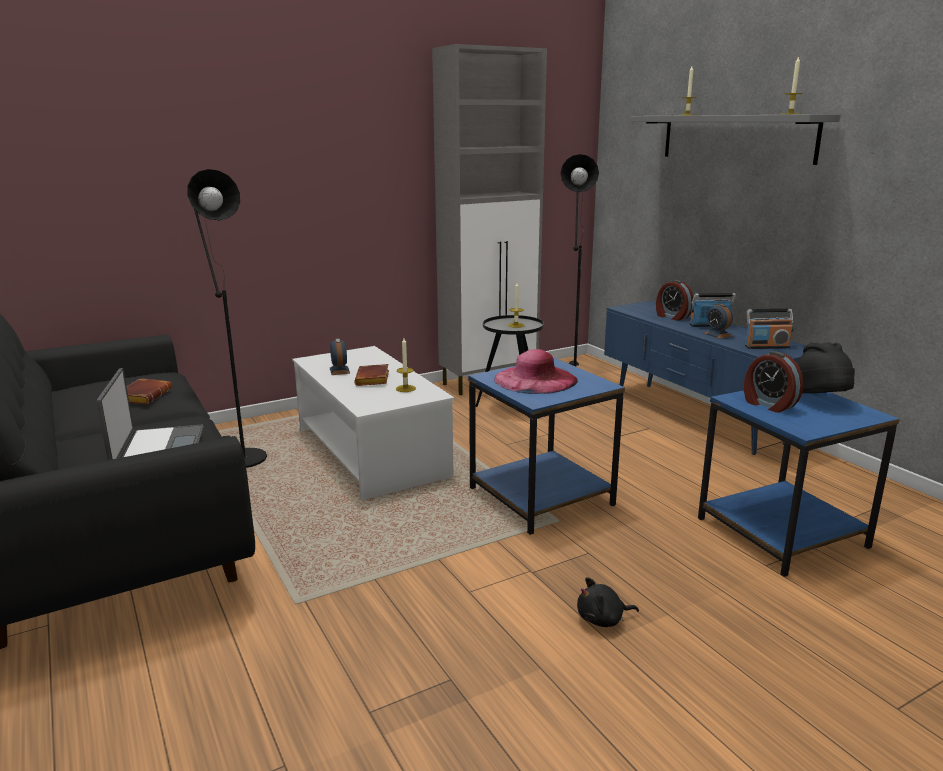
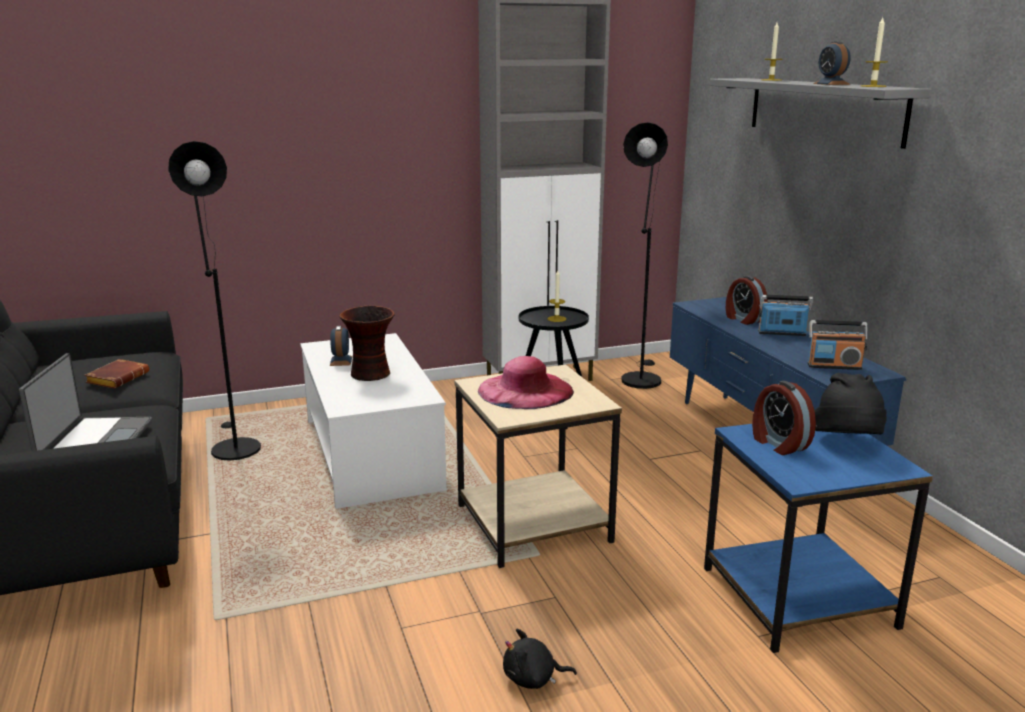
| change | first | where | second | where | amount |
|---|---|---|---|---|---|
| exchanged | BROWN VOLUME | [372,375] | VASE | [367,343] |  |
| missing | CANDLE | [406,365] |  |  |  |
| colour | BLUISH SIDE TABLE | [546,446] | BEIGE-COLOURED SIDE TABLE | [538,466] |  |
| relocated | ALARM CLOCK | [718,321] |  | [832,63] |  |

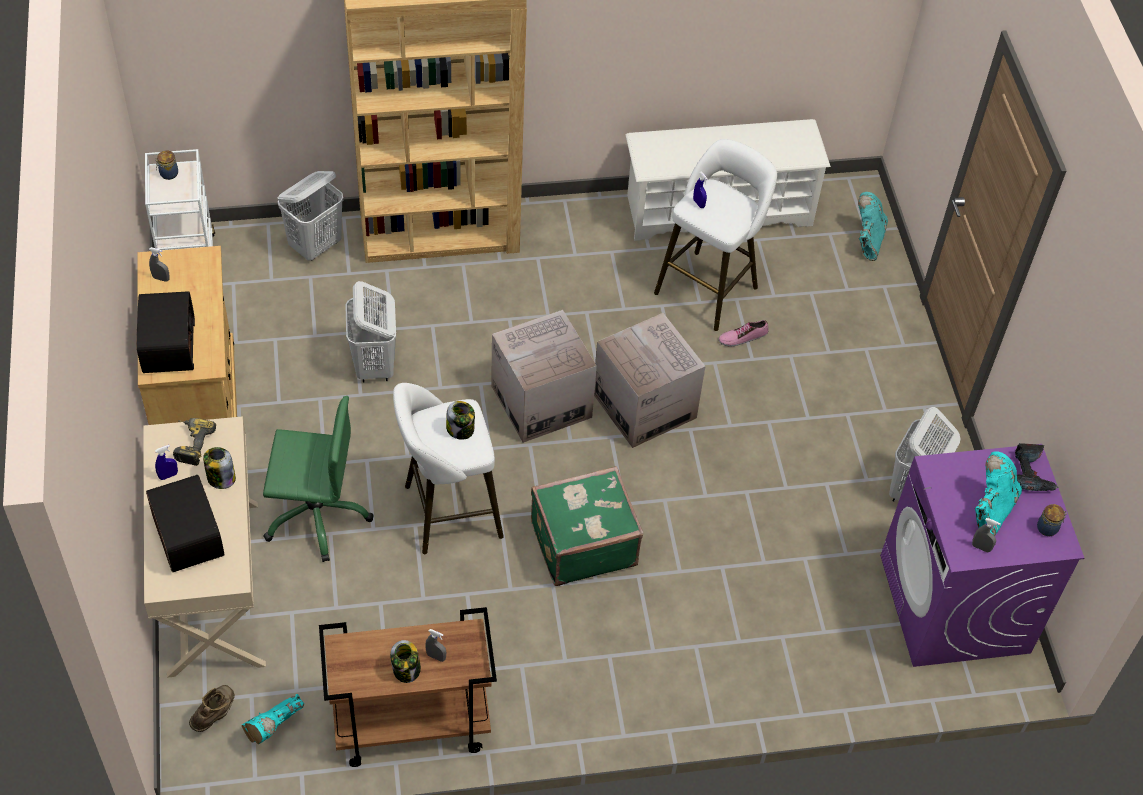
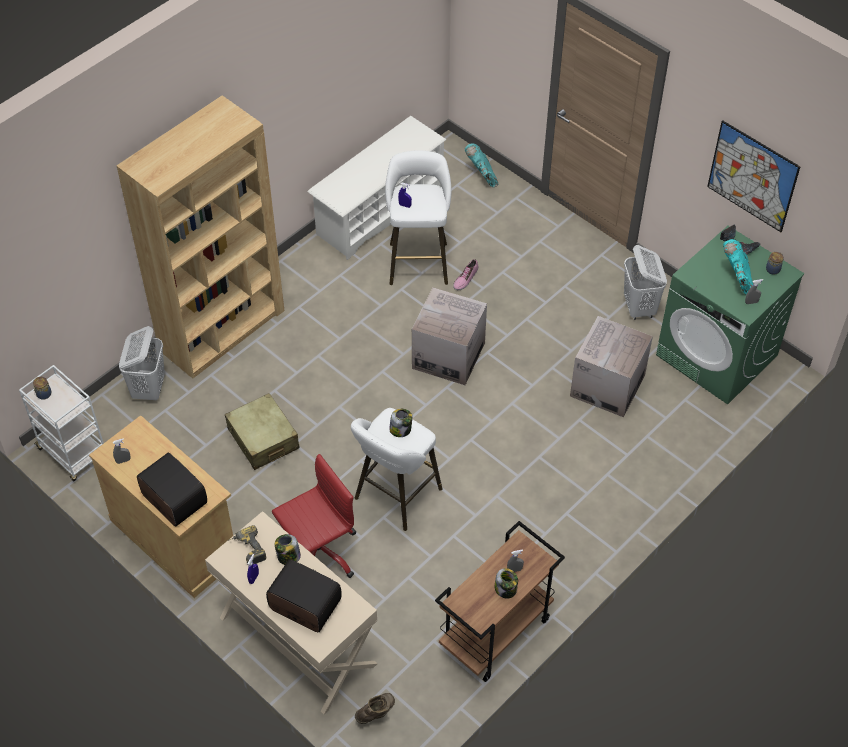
| change | first | where | second | where | amount |
|---|---|---|---|---|---|
| spun | BROWN BOOT | [212,708] |  | [375,708] | 60 degrees clockwise |
| missing | BLUE-GREEN BOOT | [273,719] |  |  |  |
| colour | GREEN DESK CHAIR | [318,479] | RED-COLOURED DESK CHAIR | [314,516] |  |
| exchanged | WHITISH HAMPER | [370,332] | BEIGE-COLOURED TRAVEL CASE | [262,431] |  |
| relocated | PACKING BOX | [544,376] |  | [611,366] |  |
| missing | GREEN TRAVEL CASE | [587,526] |  |  |  |
| colour | PURPLE LAUNDRY APPLIANCE | [982,555] | GREEN LAUNDRY APPLIANCE | [730,315] |  |
| appeared |  |  | WALL PICTURE | [754,176] |  |

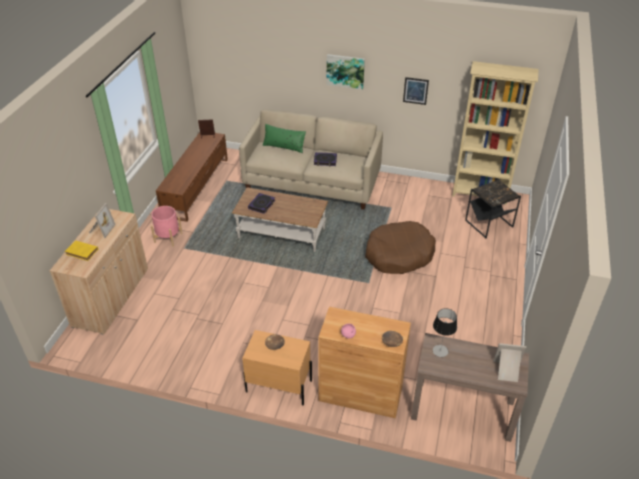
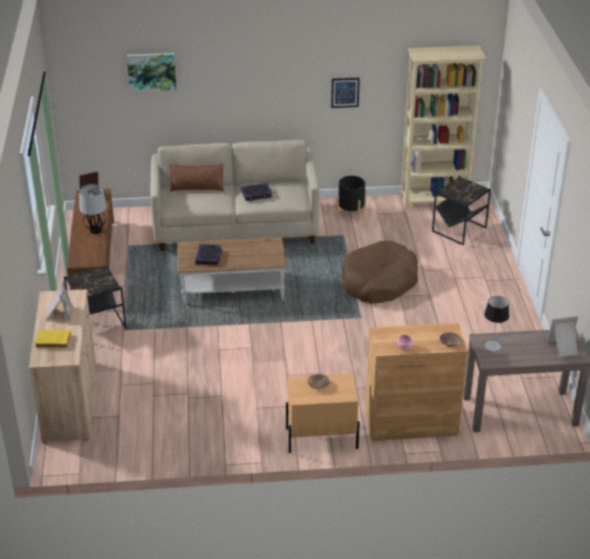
| change | first | where | second | where | amount |
|---|---|---|---|---|---|
| exchanged | PINKISH PLANT POT | [167,226] | BLACK-COLOURED SIDE TABLE | [95,297] |  |
| colour | GREEN THROW PILLOW | [284,138] | BROWN THROW PILLOW | [196,177] |  |
| relocated | WALL PICTURE | [346,72] |  | [151,72] |  |
| appeared |  |  | TABLETOP LAMP | [93,209] |  |
| appeared |  |  | BLACK-COLOURED PLANT POT | [351,198] |  |

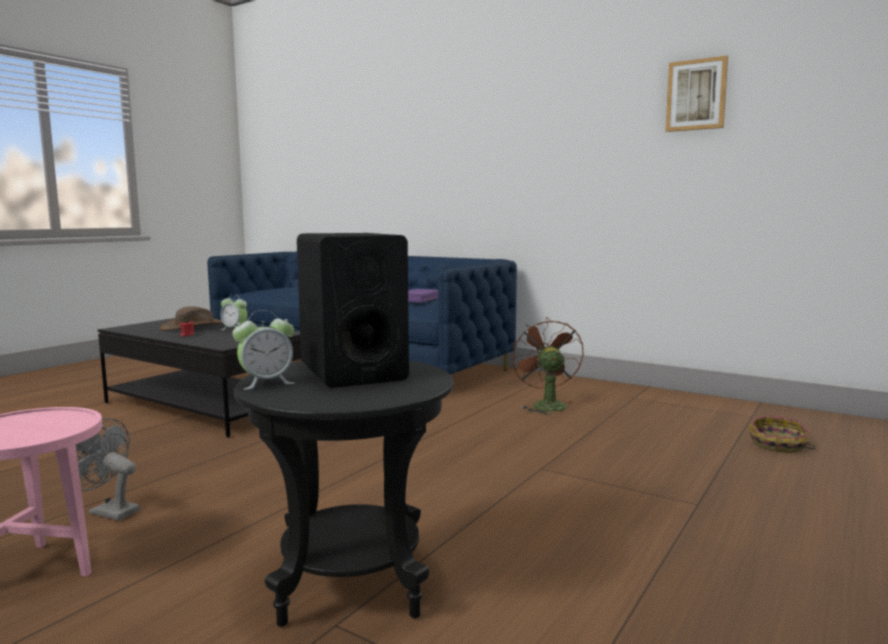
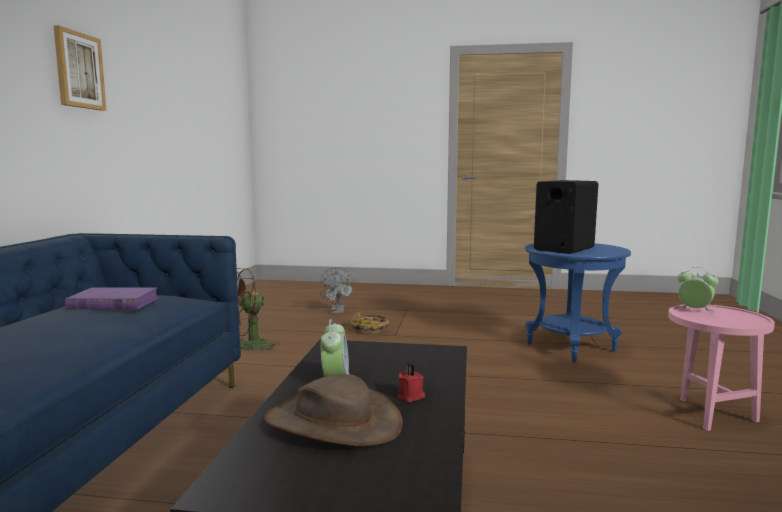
| change | first | where | second | where | amount |
|---|---|---|---|---|---|
| relocated | GRAY FAN | [108,469] |  | [336,290] |  |
| relocated | ALARM CLOCK | [263,350] |  | [698,289] |  |
| colour | BLACK-COLOURED SIDE TABLE | [343,493] | BLUISH SIDE TABLE | [578,302] |  |
| relocated | WALL PICTURE | [697,94] |  | [80,68] |  |
| relocated | STORAGE BASKET | [783,434] |  | [370,323] |  |

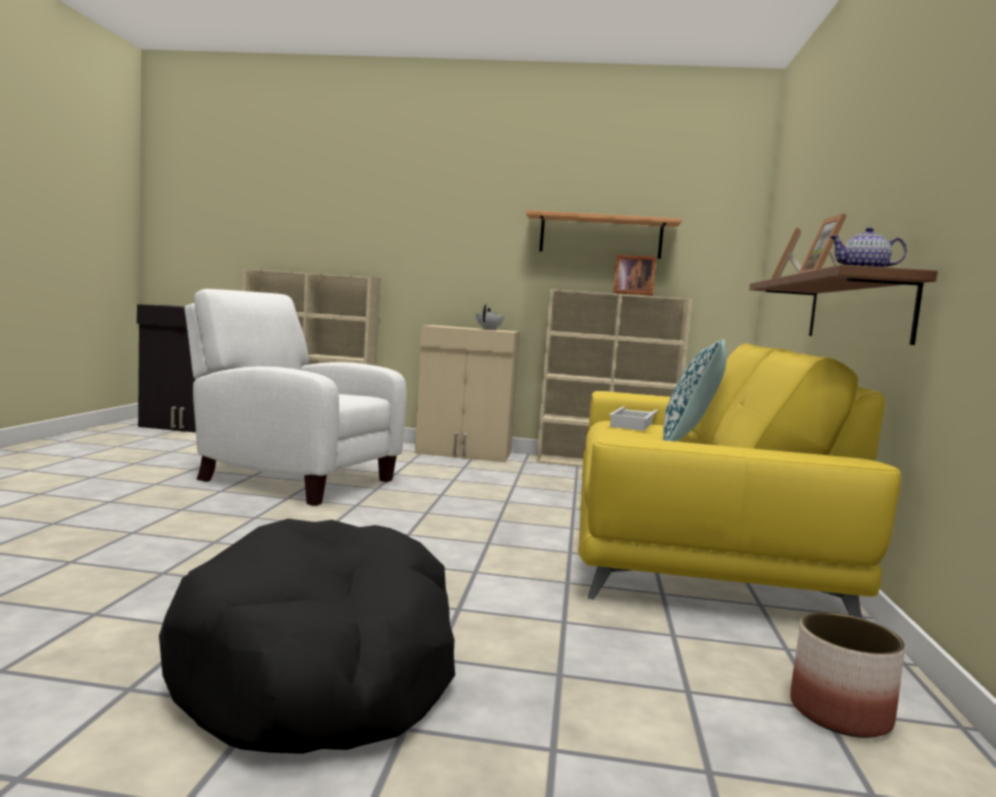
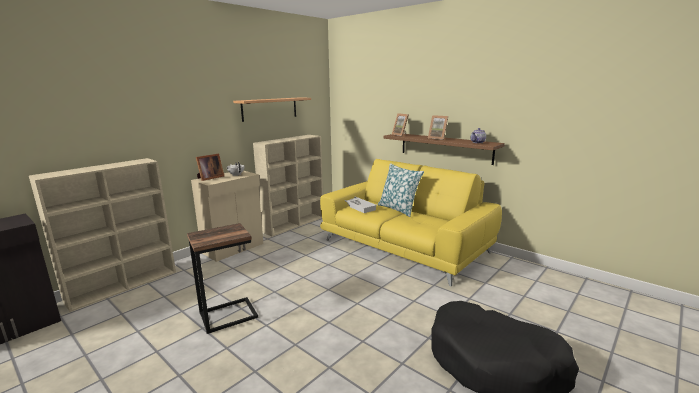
| change | first | where | second | where | amount |
|---|---|---|---|---|---|
| exchanged | WHITISH LOUNGE CHAIR | [296,397] | SIDE TABLE | [222,278] |  |
| relocated | STANDING FRAME | [634,275] |  | [210,167] |  |
| missing | PLANT POT | [847,675] |  |  |  |

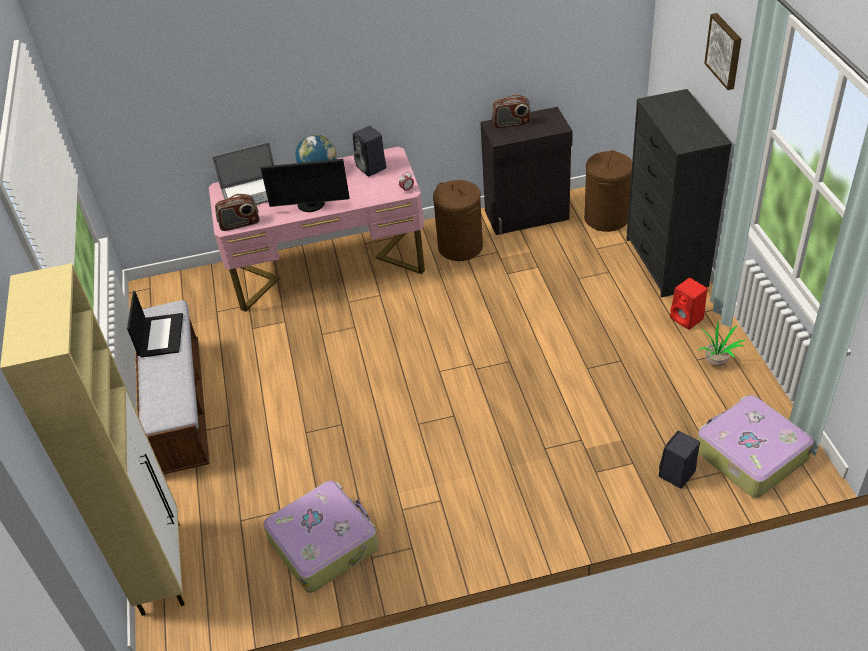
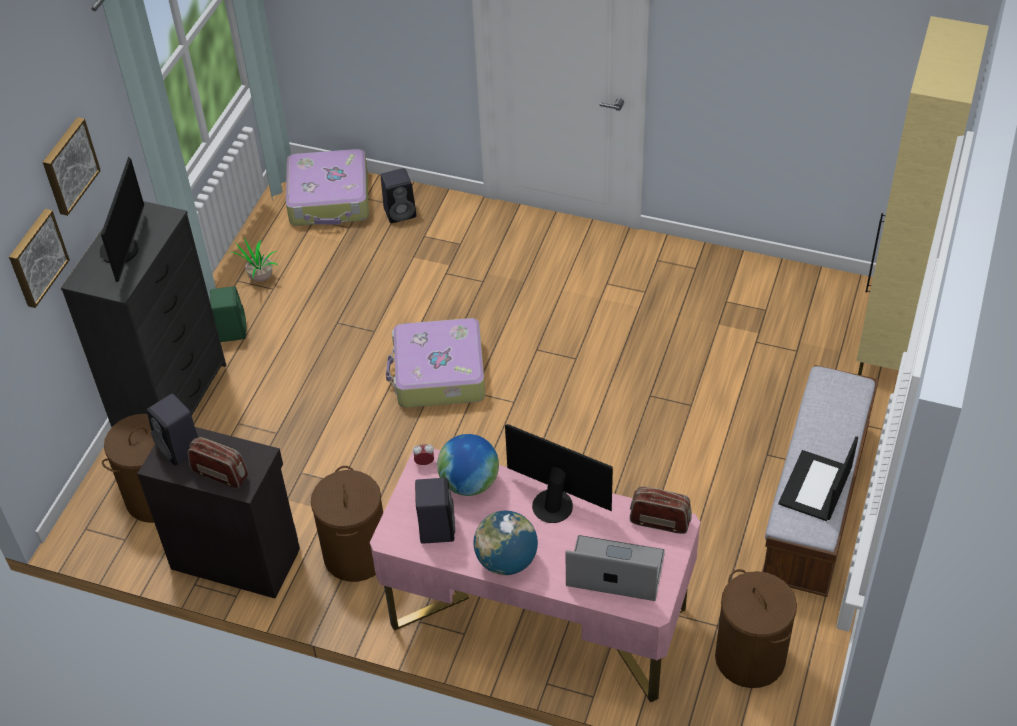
| change | first | where | second | where | amount |
|---|---|---|---|---|---|
| relocated | TRAVEL CASE | [320,537] |  | [435,363] |  |
| colour | RED-COLOURED AUDIO SPEAKER | [688,304] | GREEN AUDIO SPEAKER | [228,314] |  |
| appeared |  |  | WALL PICTURE | [39,258] |  |
| appeared |  |  | COMPUTER SCREEN | [121,219] |  |
| appeared |  |  | BLACK-COLOURED AUDIO SPEAKER | [172,430] |  |
| appeared |  |  | WORLD GLOBE | [468,465] |  |
| appeared |  |  | BROWN HAMPER | [756,628] |  |

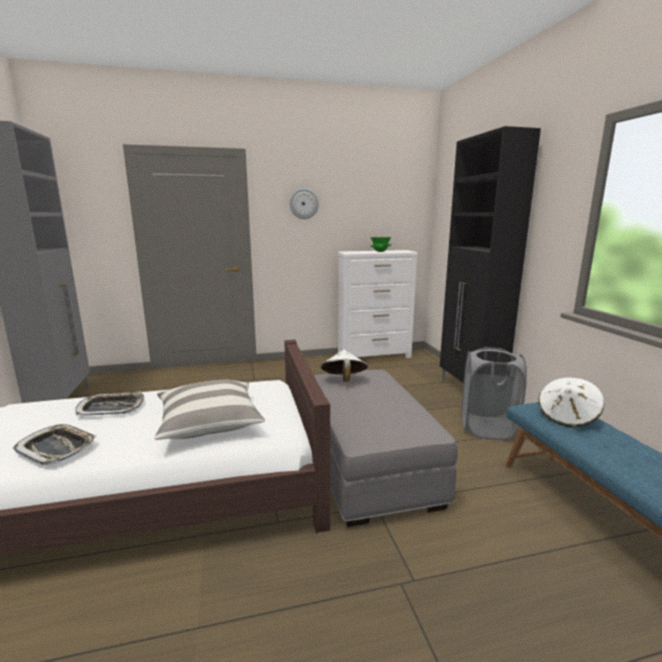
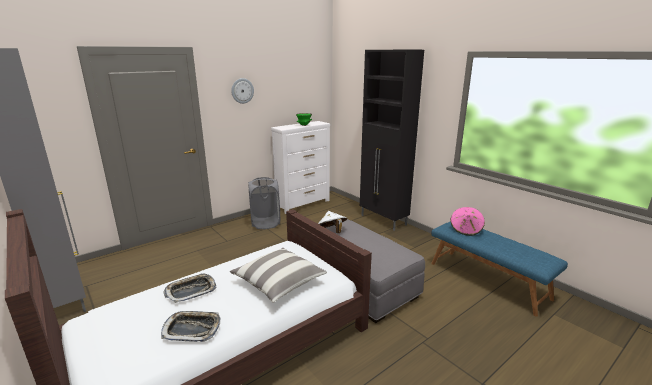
| change | first | where | second | where | amount |
|---|---|---|---|---|---|
| relocated | GRAY HAMPER | [494,393] |  | [264,203] |  |
| colour | WHITISH WEARABLE HAT | [571,403] | PINKISH WEARABLE HAT | [467,221] |  |

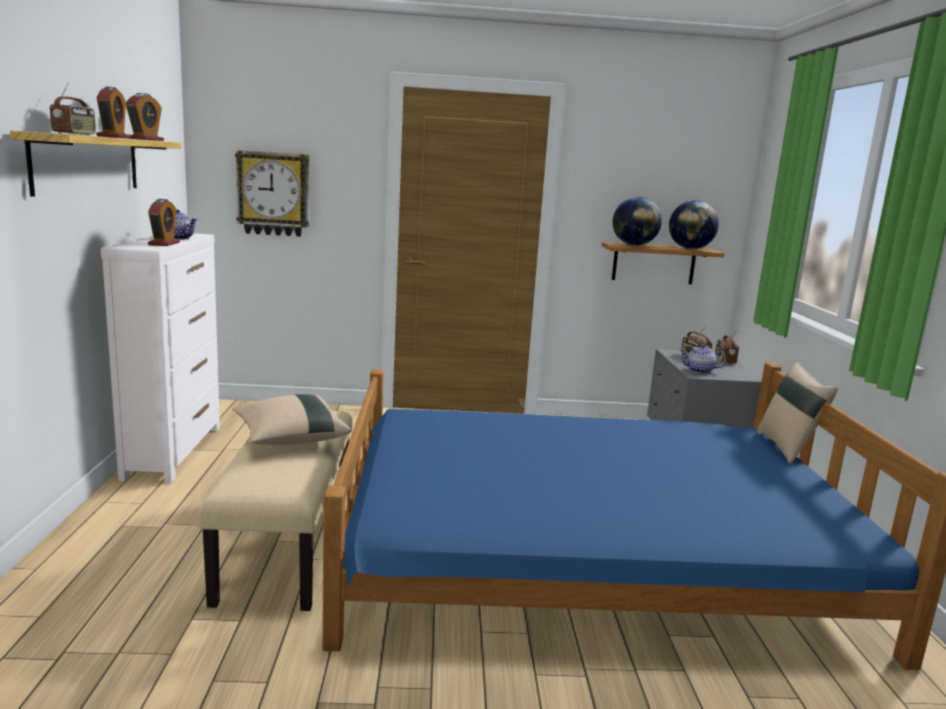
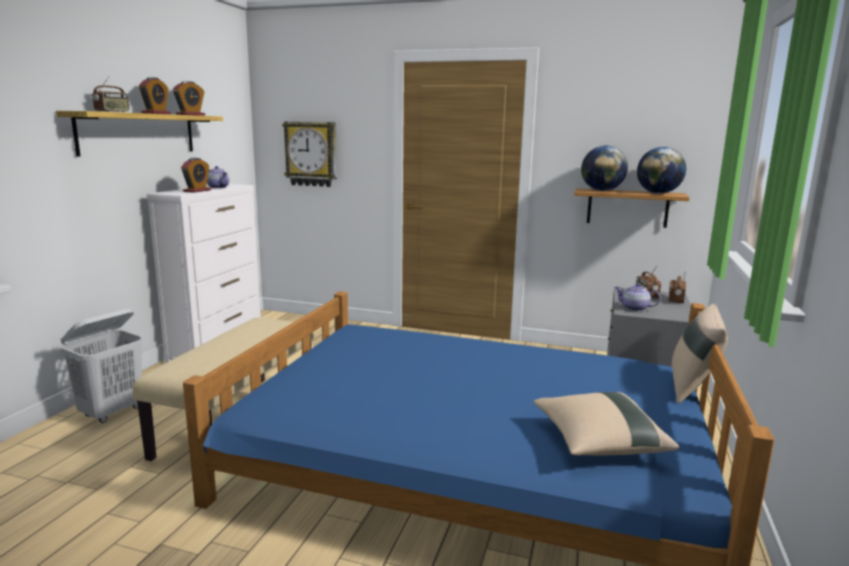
| change | first | where | second | where | amount |
|---|---|---|---|---|---|
| relocated | BEIGE-COLOURED THROW PILLOW | [291,419] |  | [606,424] |  |
| appeared |  |  | WHITISH HAMPER | [101,366] |  |

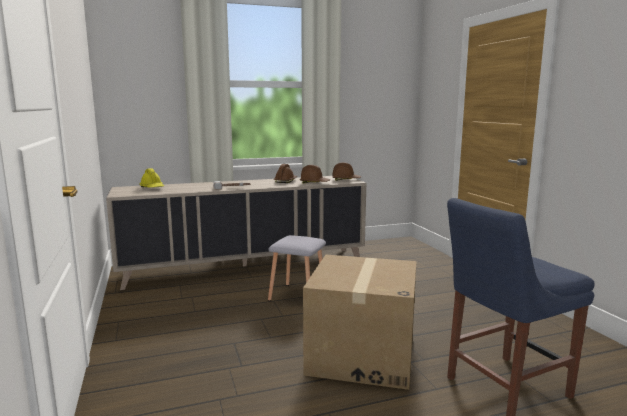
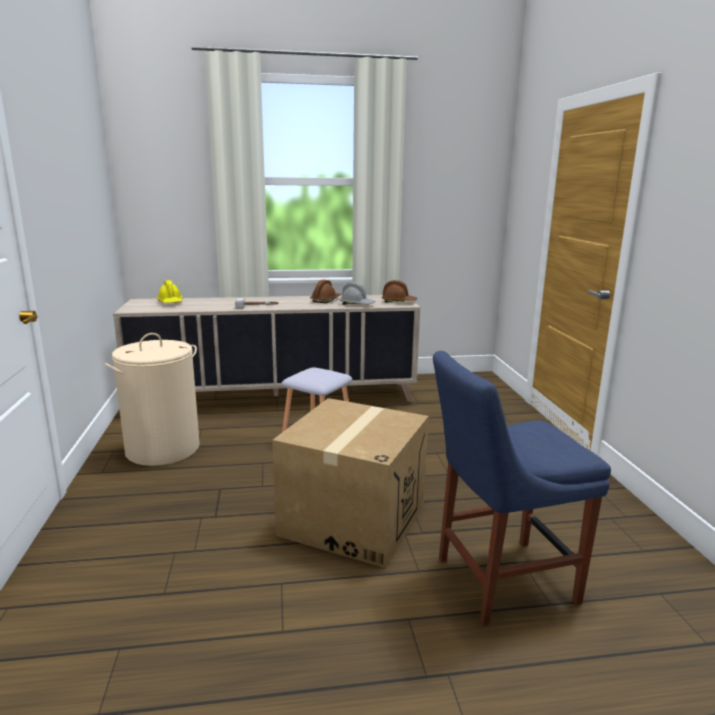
| change | first | where | second | where | amount |
|---|---|---|---|---|---|
| colour | BROWN SAFETY HELMET | [315,174] | GRAY SAFETY HELMET | [357,293] |  |
| appeared |  |  | BEIGE-COLOURED HAMPER | [152,399] |  |

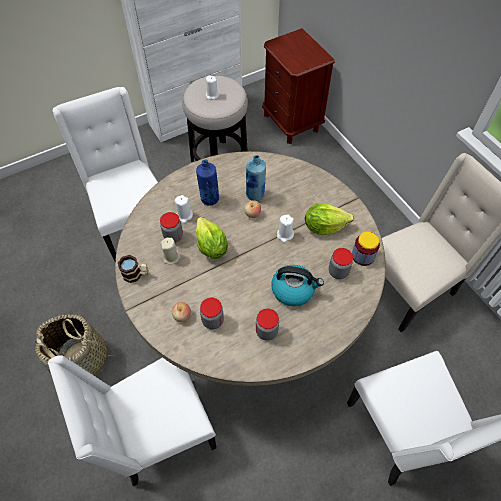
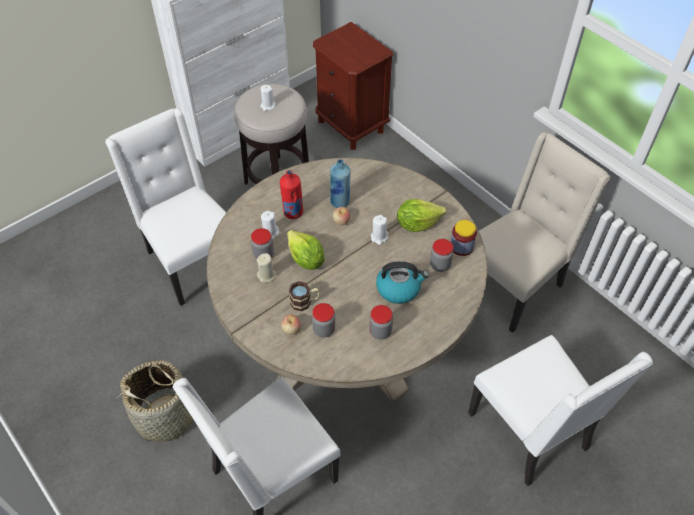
| change | first | where | second | where | amount |
|---|---|---|---|---|---|
| relocated | COFFEE MUG | [133,269] |  | [304,296] |  |
| colour | BLUISH DRINK BOTTLE | [207,183] | RED-COLOURED DRINK BOTTLE | [291,194] |  |

